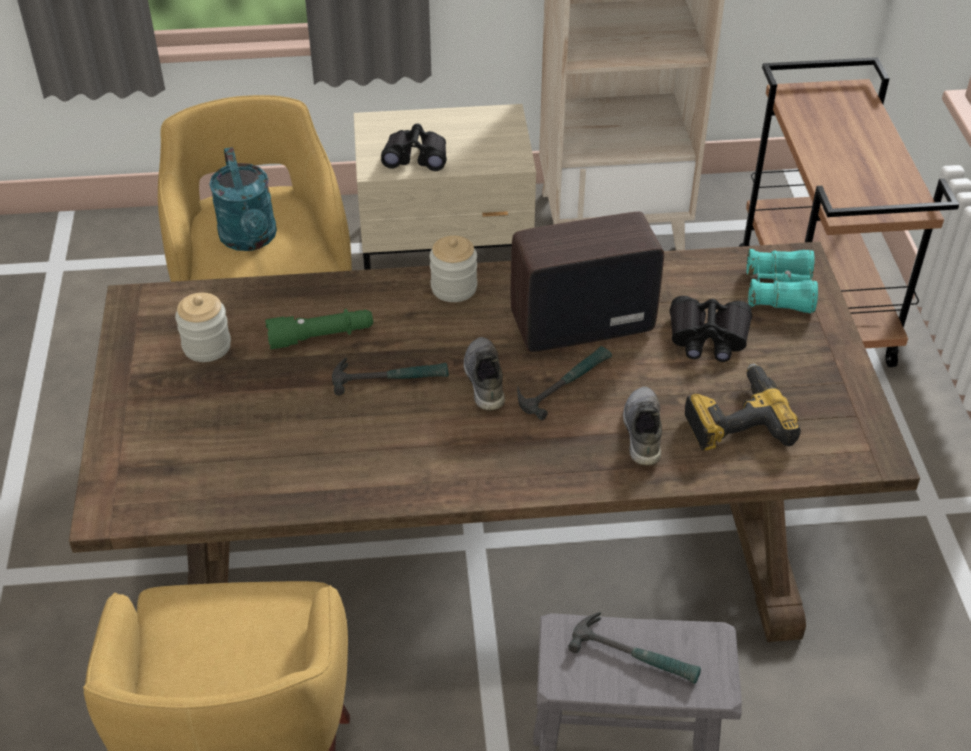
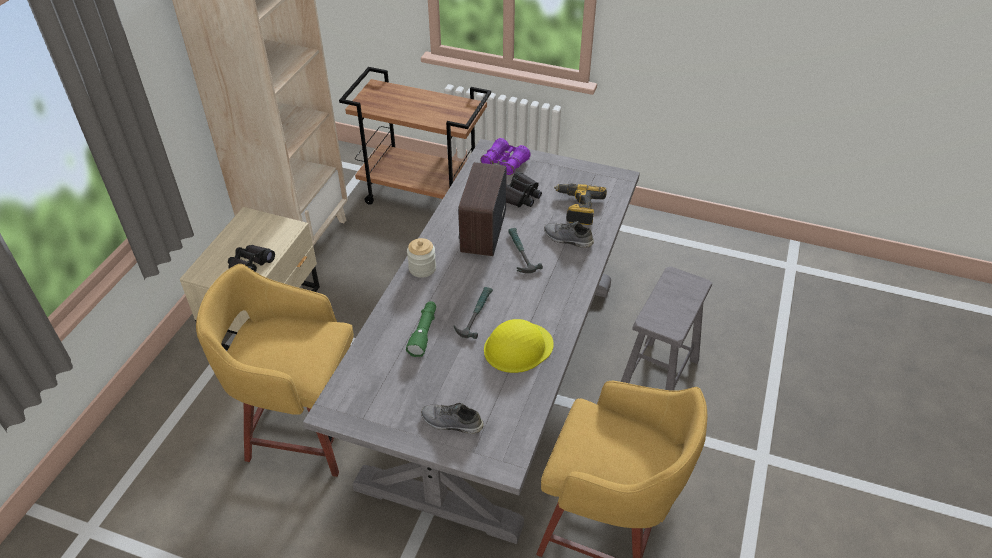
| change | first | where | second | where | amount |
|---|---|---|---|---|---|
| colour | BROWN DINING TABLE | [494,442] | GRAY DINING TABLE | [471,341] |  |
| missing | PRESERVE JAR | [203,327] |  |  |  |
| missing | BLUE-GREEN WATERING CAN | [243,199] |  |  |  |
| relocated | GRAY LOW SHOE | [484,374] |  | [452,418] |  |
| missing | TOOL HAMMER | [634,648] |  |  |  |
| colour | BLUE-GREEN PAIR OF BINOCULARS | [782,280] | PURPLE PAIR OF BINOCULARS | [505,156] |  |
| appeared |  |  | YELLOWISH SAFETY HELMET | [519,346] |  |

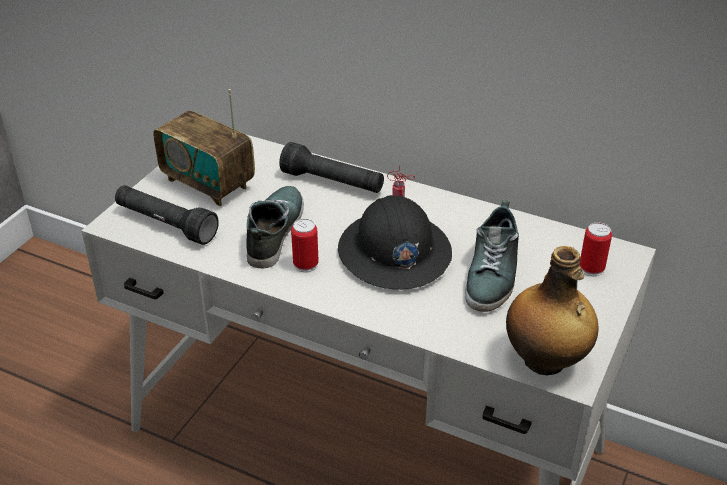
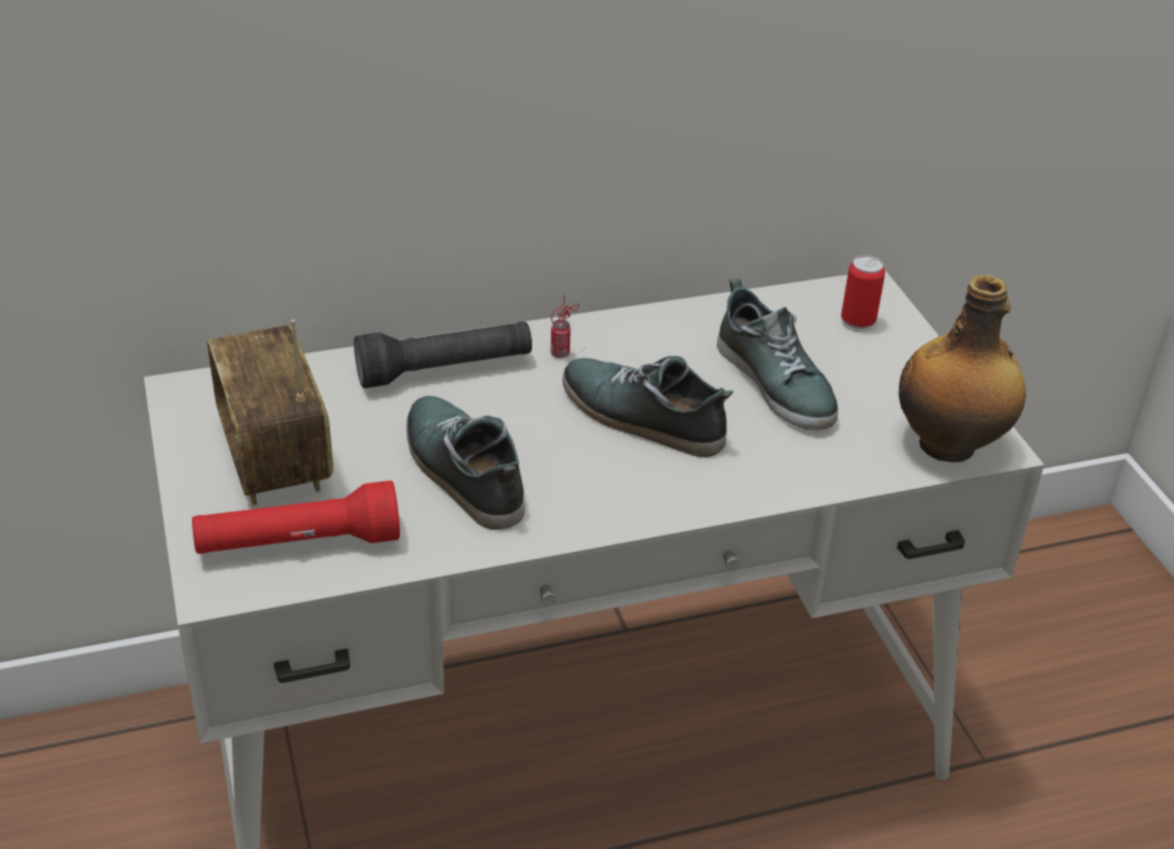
| change | first | where | second | where | amount |
|---|---|---|---|---|---|
| colour | BLACK-COLOURED HAND TORCH | [167,215] | RED-COLOURED HAND TORCH | [296,517] |  |
| spun | RADIO | [204,147] |  | [270,412] | 75 degrees clockwise |
| missing | METAL CAN | [305,245] |  |  |  |
| exchanged | BLACK-COLOURED SAFETY HELMET | [395,242] | LOW SHOE | [648,406] |  |

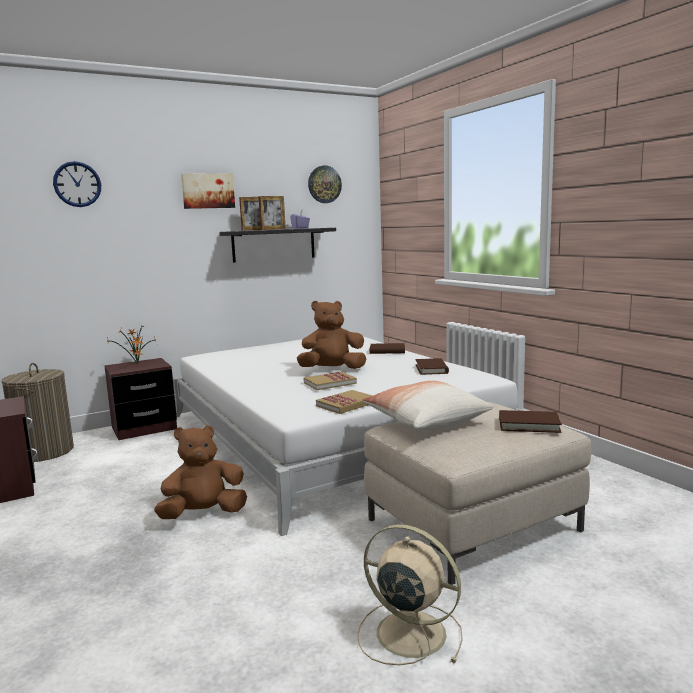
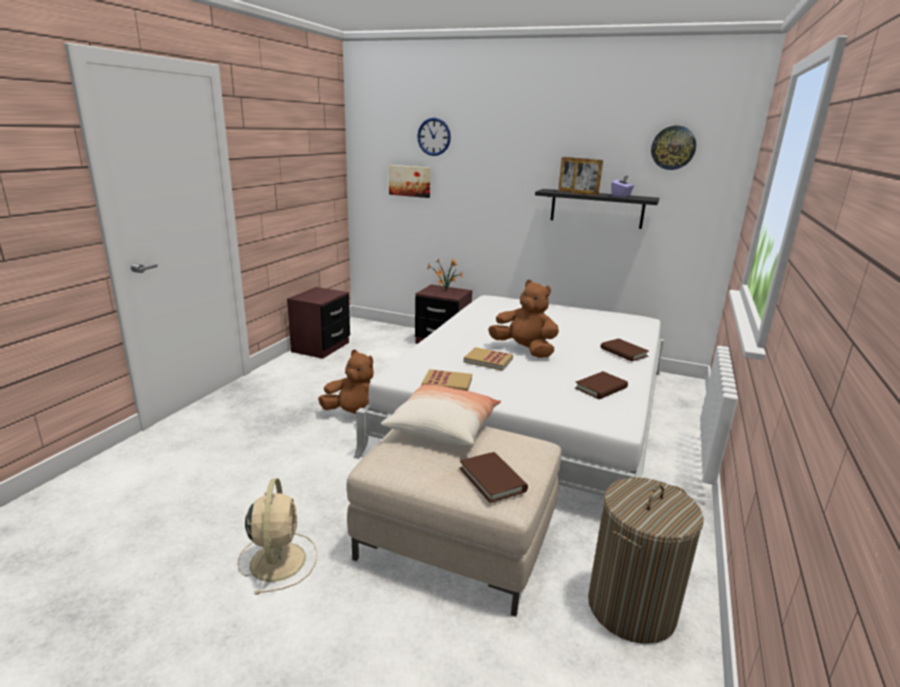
| change | first | where | second | where | amount |
|---|---|---|---|---|---|
| relocated | HAMPER | [37,412] |  | [646,561] |  |
| relocated | WALL PICTURE | [208,191] |  | [410,181] |  |

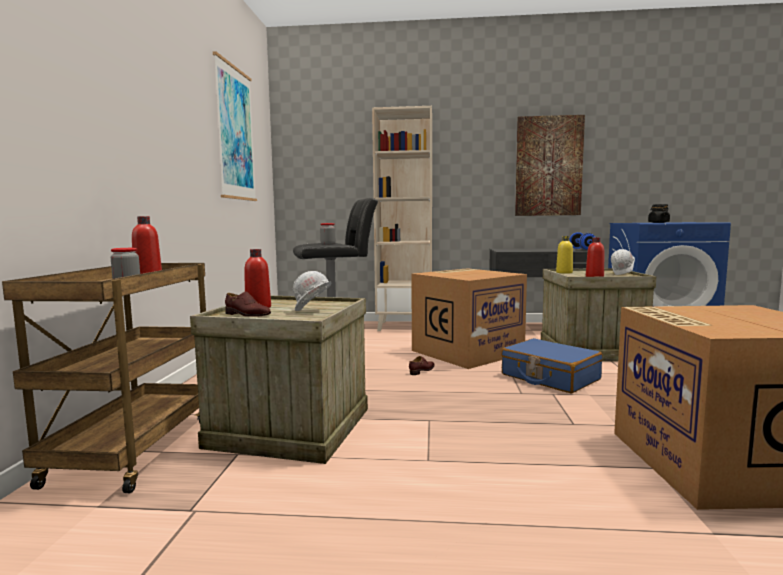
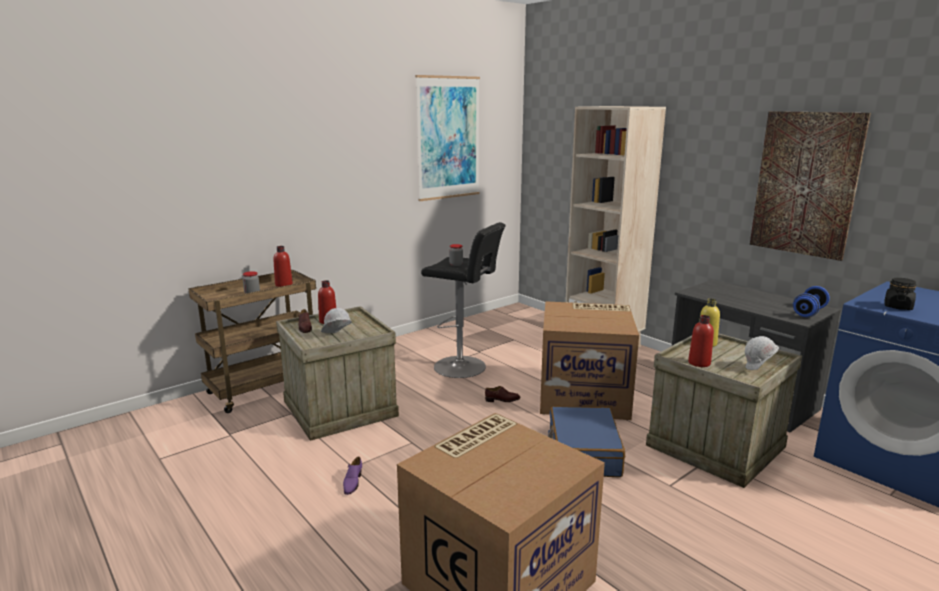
| change | first | where | second | where | amount |
|---|---|---|---|---|---|
| appeared |  |  | PURPLE LOW SHOE | [352,476] |  |

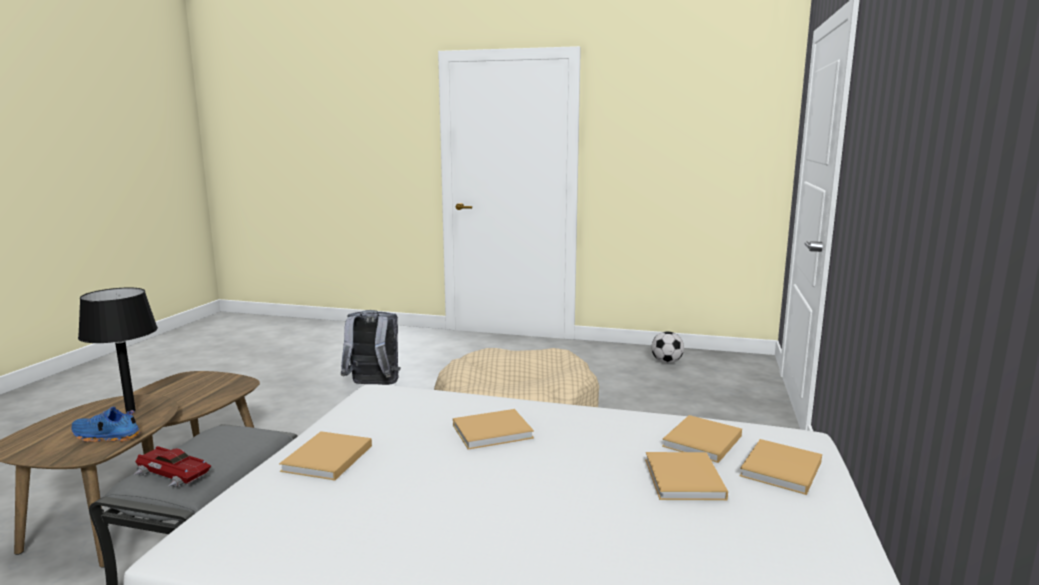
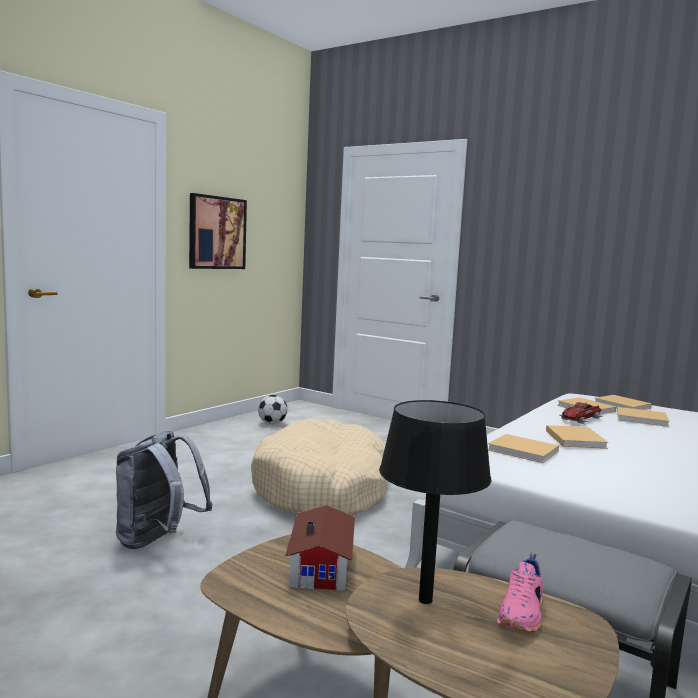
| change | first | where | second | where | amount |
|---|---|---|---|---|---|
| colour | BLUISH LOW SHOE | [106,424] | PINKISH LOW SHOE | [520,592] |  |
| relocated | MODEL CAR | [172,467] |  | [581,413] |  |
| relocated | BEIGE-COLOURED VOLUME | [325,455] |  | [523,448] |  |
| appeared |  |  | WALL PICTURE | [218,231] |  |
| appeared |  |  | MODEL HOUSE | [320,548] |  |

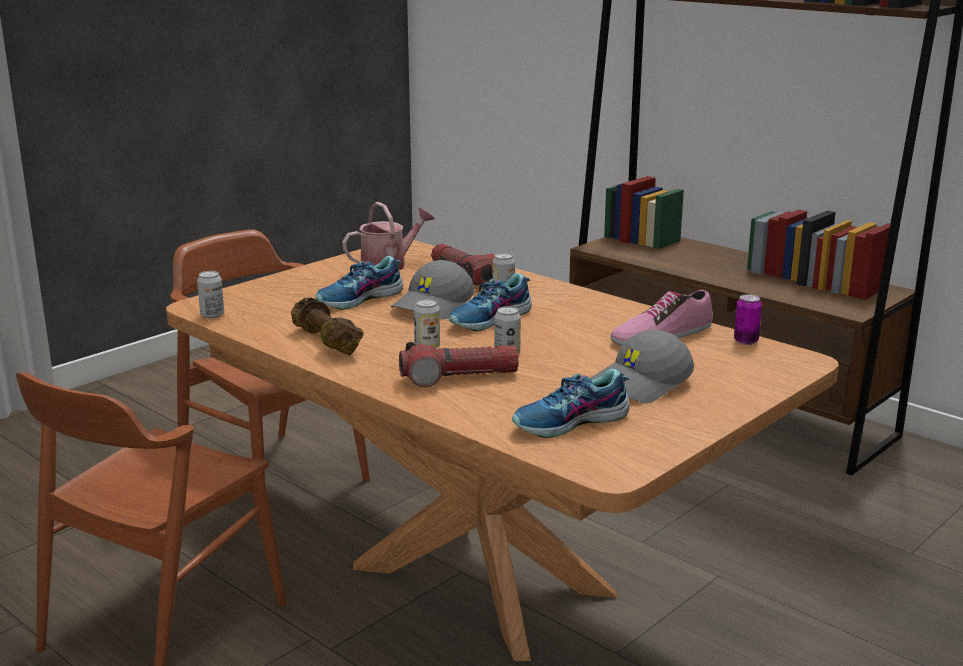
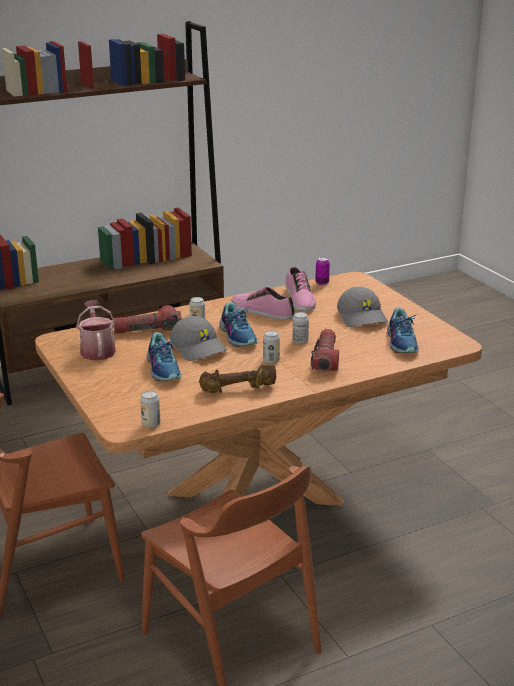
| change | first | where | second | where | amount |
|---|---|---|---|---|---|
| appeared |  |  | LOW SHOE | [263,303] |  |

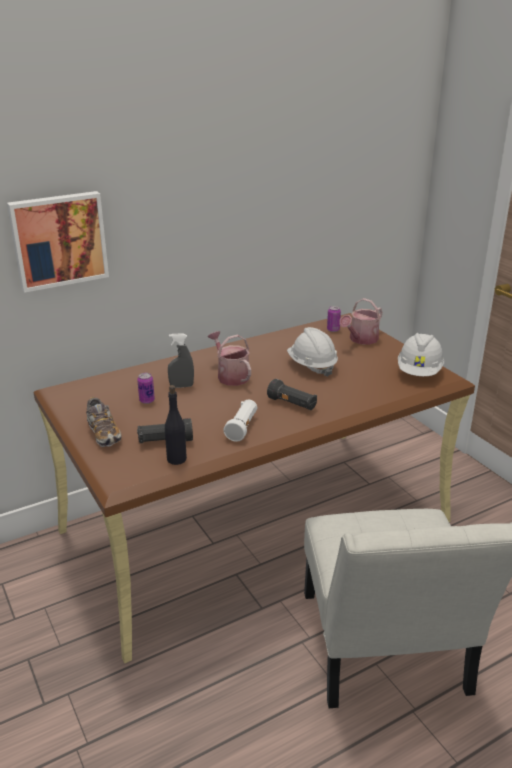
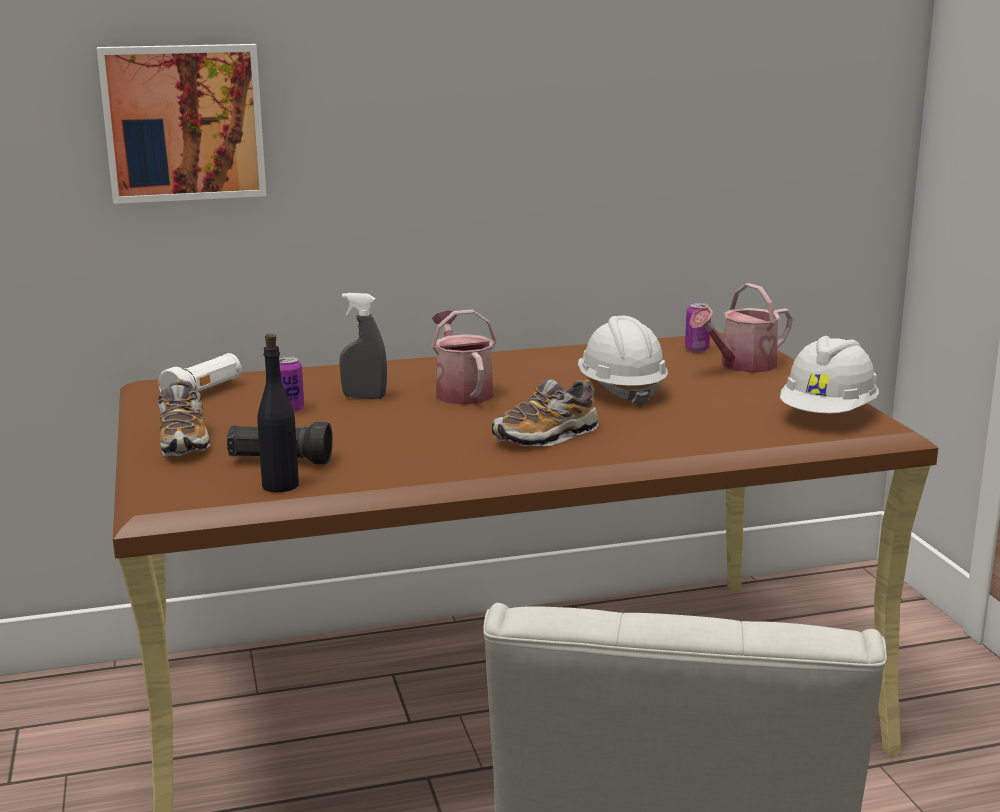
| change | first | where | second | where | amount |
|---|---|---|---|---|---|
| relocated | WHITISH HAND TORCH | [240,421] |  | [199,372] |  |
| exchanged | BLACK-COLOURED HAND TORCH | [292,394] | LOW SHOE | [545,413] |  |

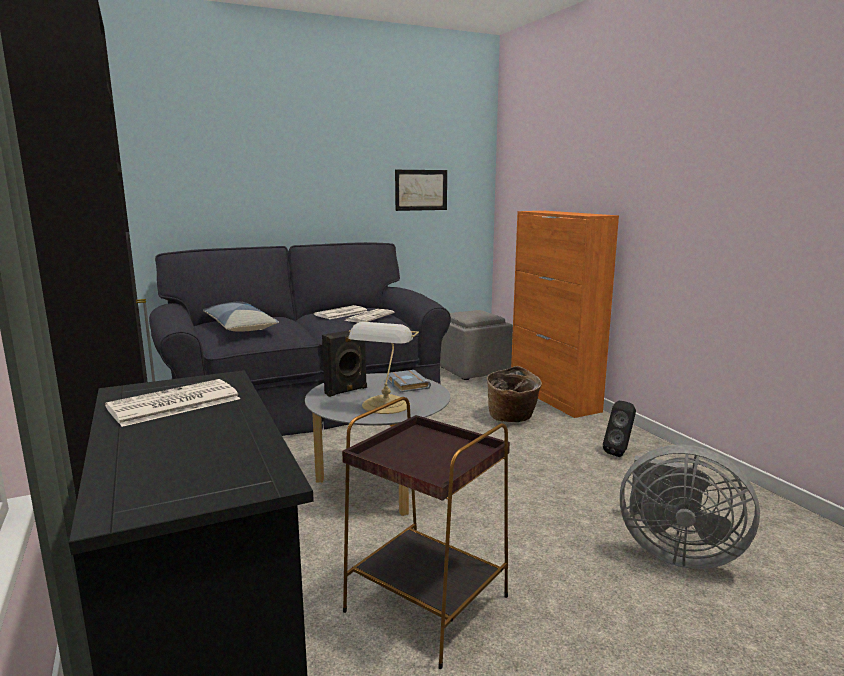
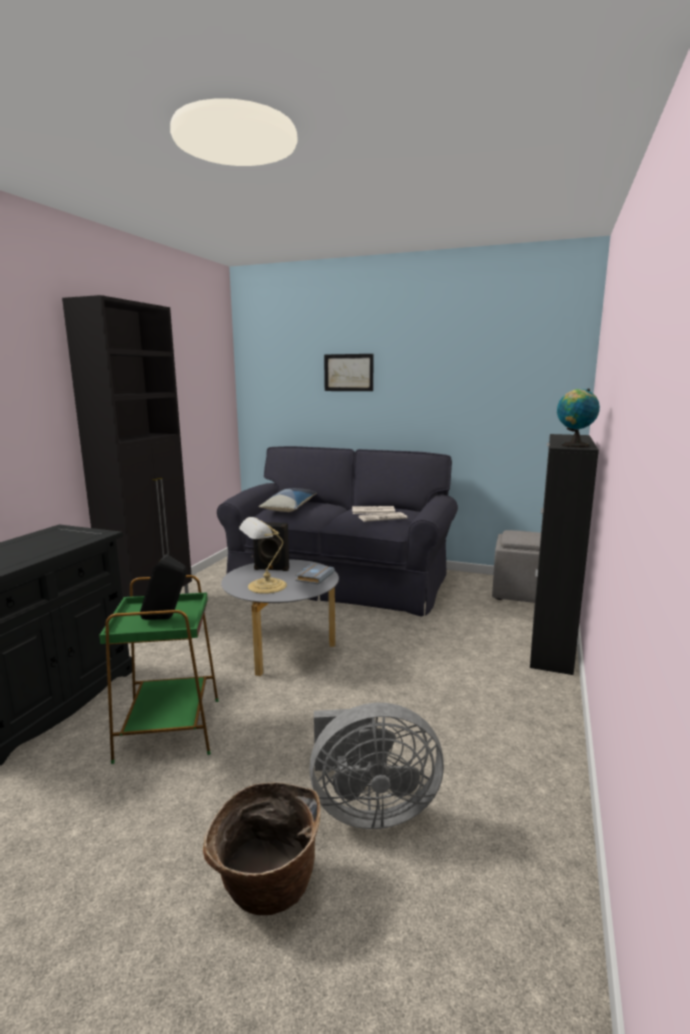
| change | first | where | second | where | amount |
|---|---|---|---|---|---|
| missing | DAILY PAPER | [172,403] |  |  |  |
| colour | BROWN SIDE TABLE | [426,533] | GREEN SIDE TABLE | [158,669] |  |
| relocated | WALL PICTURE | [421,190] |  | [349,372] |  |
| relocated | STORAGE BASKET | [514,394] |  | [262,848] |  |
| colour | ORANGE STORAGE CABINET | [565,314] | BLACK-COLOURED STORAGE CABINET | [564,554] |  |
| relocated | BLACK-COLOURED AUDIO SPEAKER | [619,429] |  | [163,587] |  |
| spun | GRAY FAN | [690,507] |  | [376,766] | 75 degrees counterclockwise |
| appeared |  |  | WORLD GLOBE | [578,418] |  |

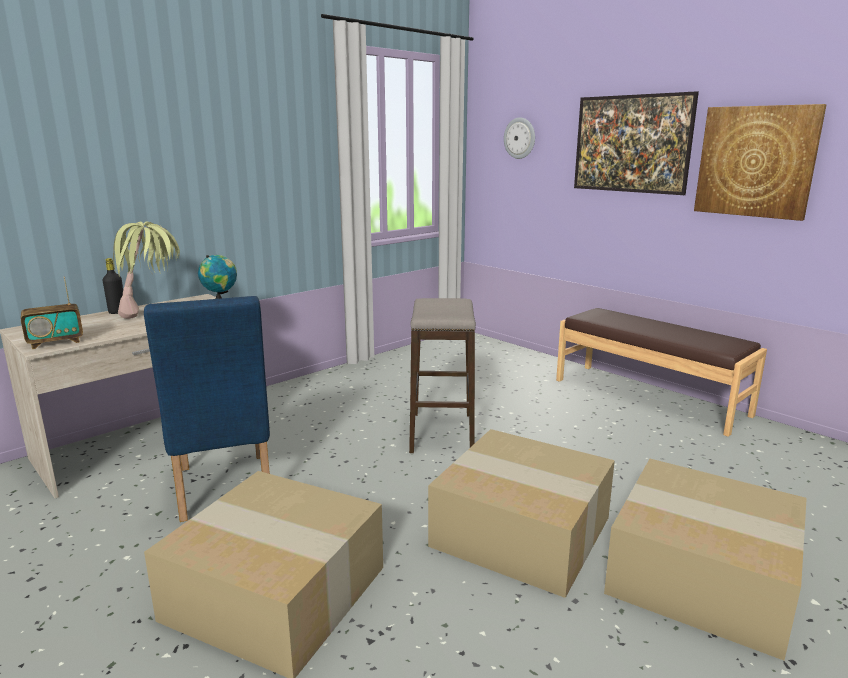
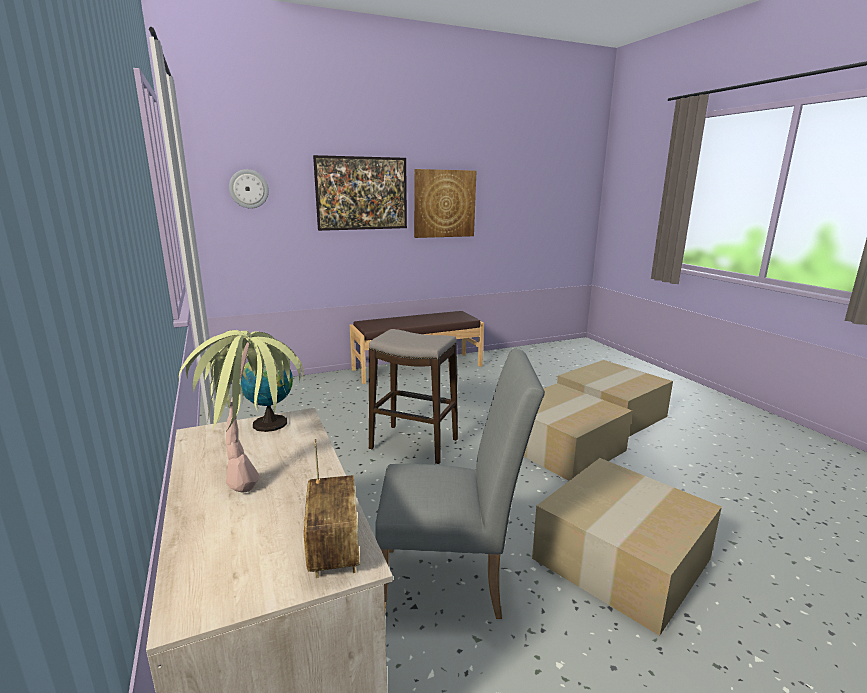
| change | first | where | second | where | amount |
|---|---|---|---|---|---|
| missing | BLACK-COLOURED DRINK BOTTLE | [113,286] |  |  |  |
| colour | BLUISH PLAIN CHAIR | [207,409] | GRAY PLAIN CHAIR | [460,484] |  |

